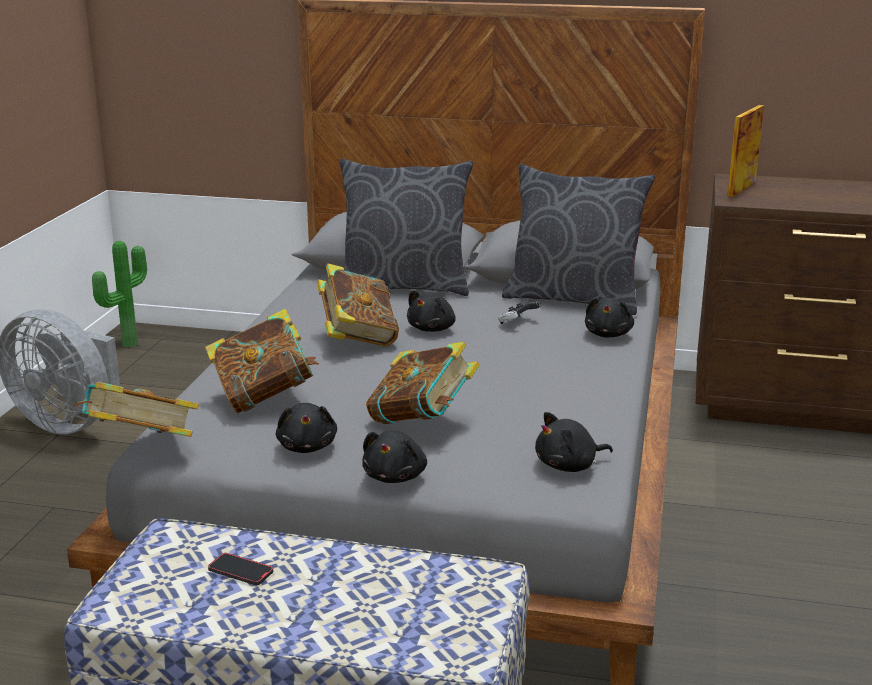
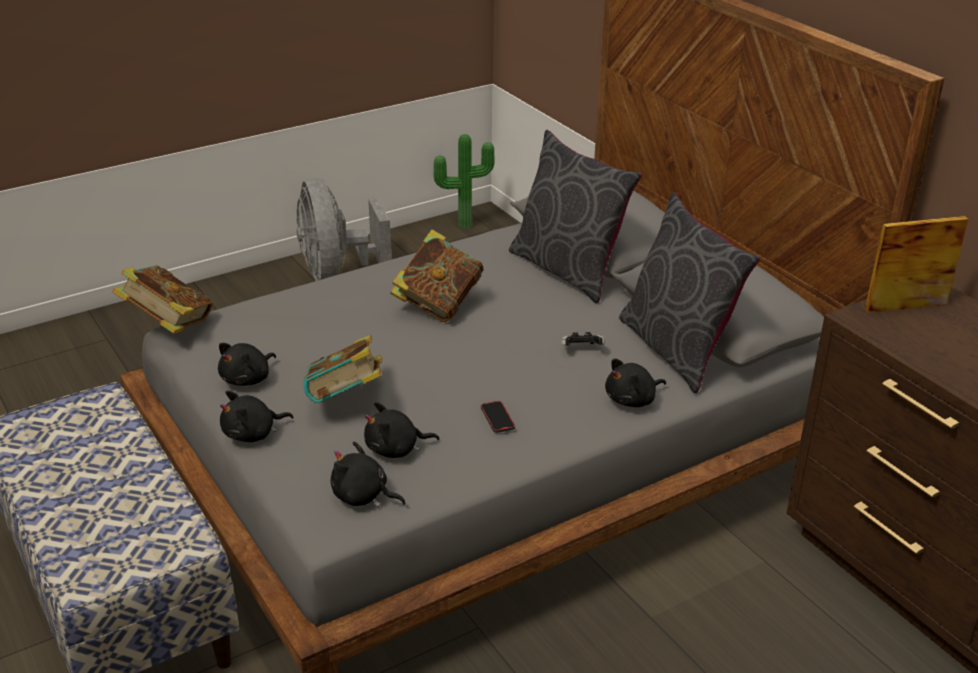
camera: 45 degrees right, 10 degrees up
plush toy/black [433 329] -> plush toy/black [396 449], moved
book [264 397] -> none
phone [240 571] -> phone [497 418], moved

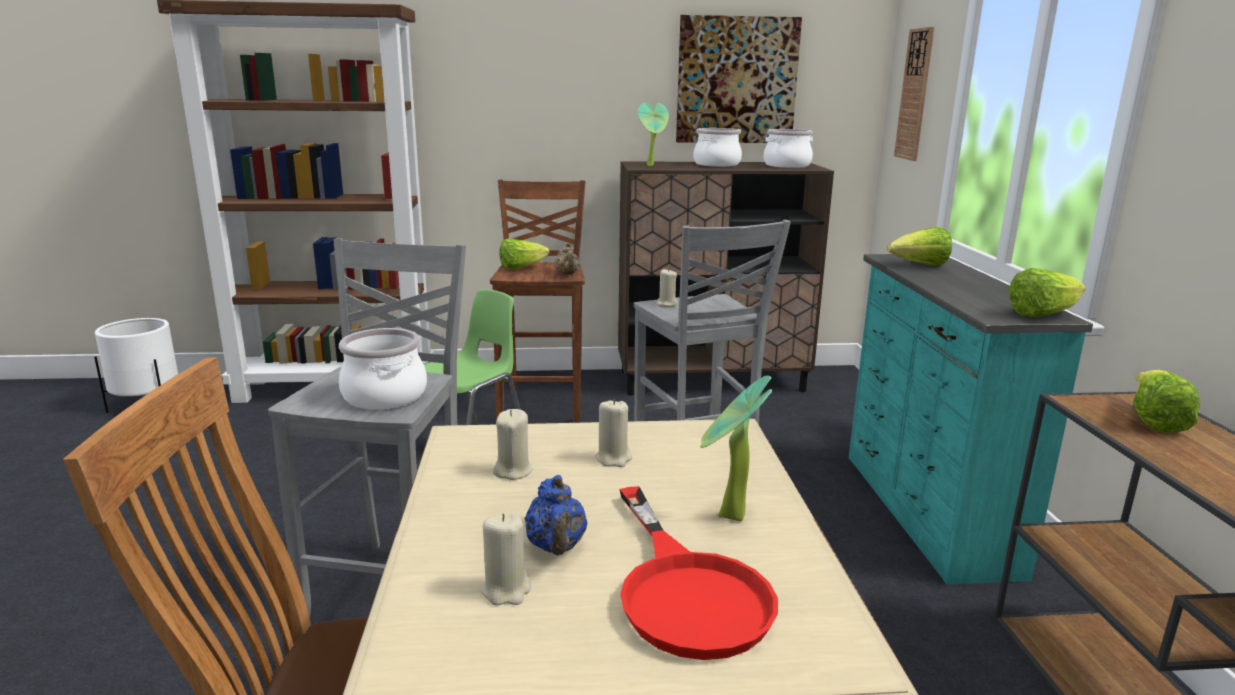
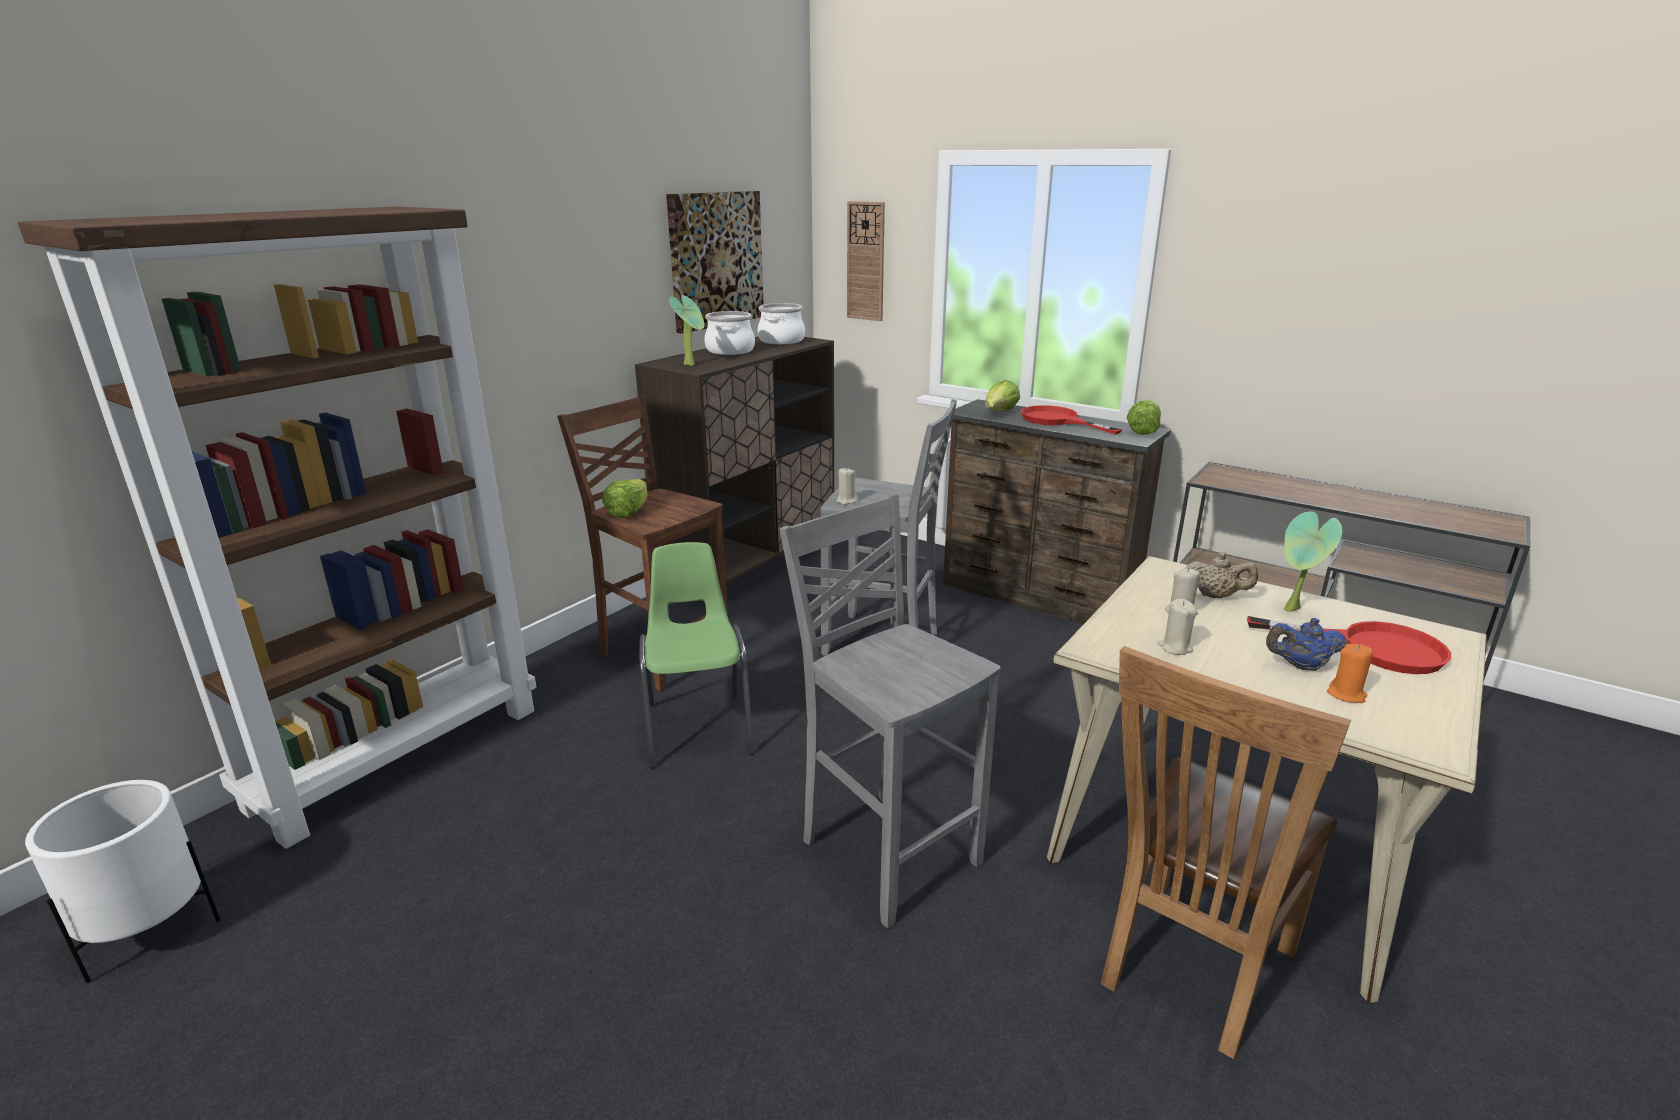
camera: 50 degrees left, 5 degrees up
teapot/beige [567 274] -> teapot/beige [1216 596], moved
dresser/turquoise [924 512] -> dresser/brown [1037 598]
cooking pot [385 396] -> none
lettuce [1153 421] -> none
teapot/blue [556 548] -> teapot/blue [1301 666], 150 degrees clockwise
candle/beige [506 590] -> candle/orange [1346 695]
none -> frying pan/red [1057 420]

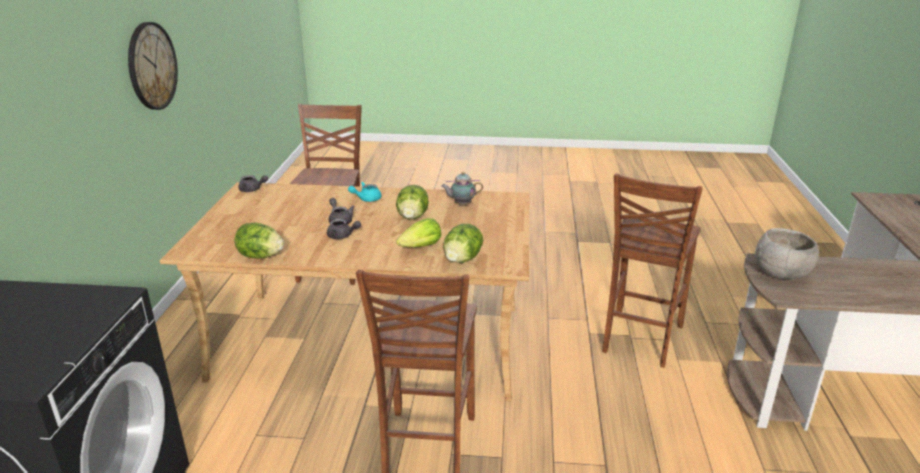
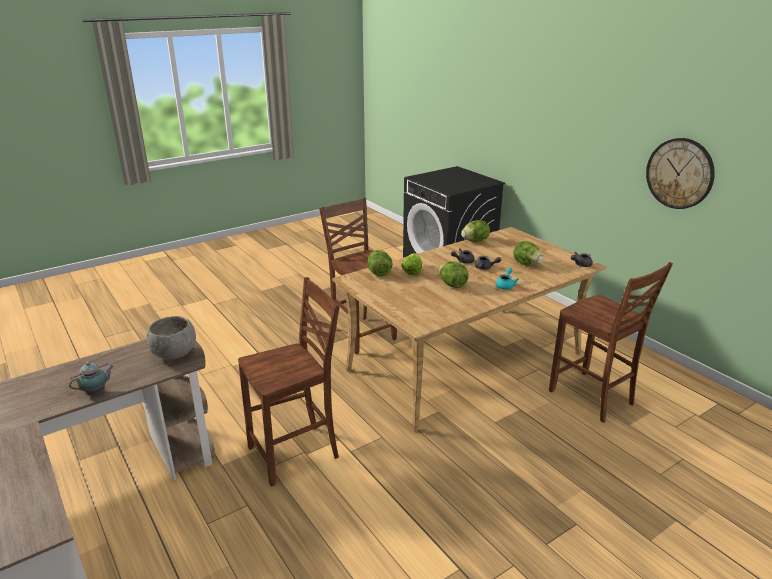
camera: 140 degrees right, 0 degrees up
teapot [461 205] -> teapot [97 393], moved
chair/brown [639 339] -> chair/brown [296 453], 75 degrees clockwise
none -> lettuce [527 264]

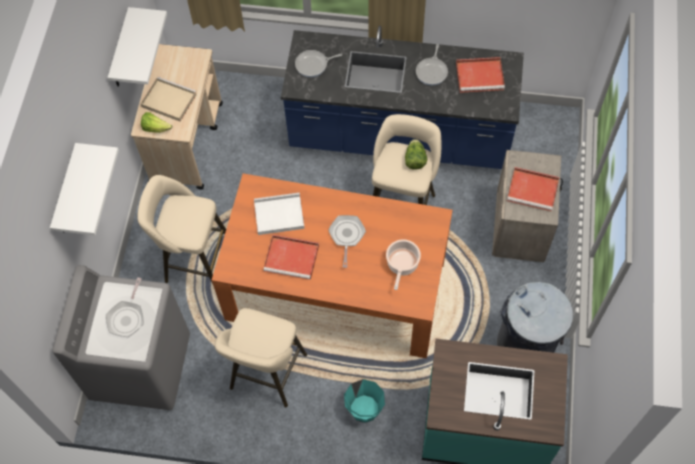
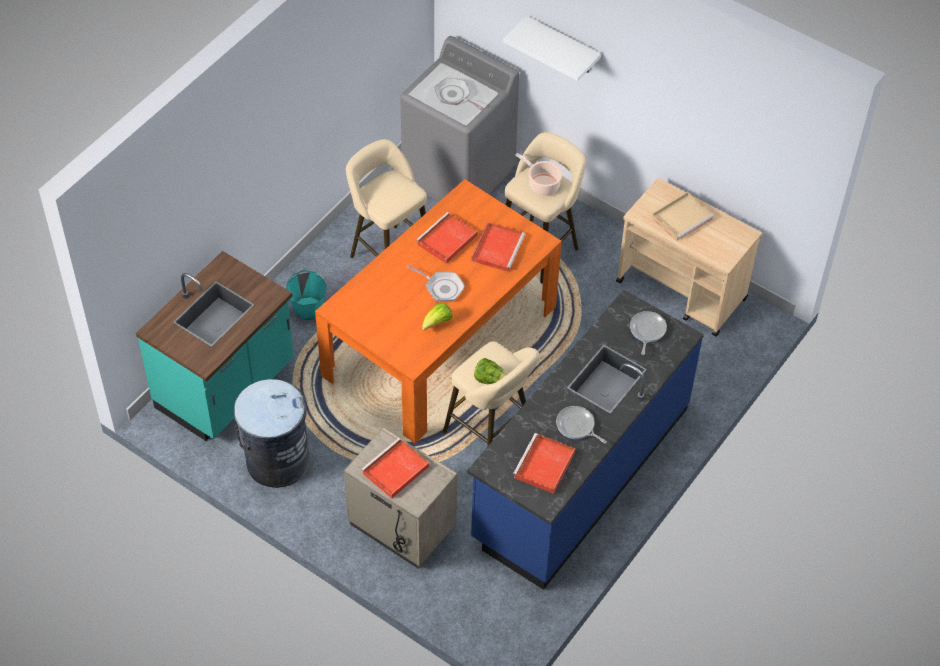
camera: 115 degrees right, 10 degrees down
shelf/white [121 51] -> none
lettuce [156 128] -> lettuce [437 323], moved
tray/white [278 215] -> tray/red [497 247]
cooking pot [402 265] -> cooking pot [542 184], moved

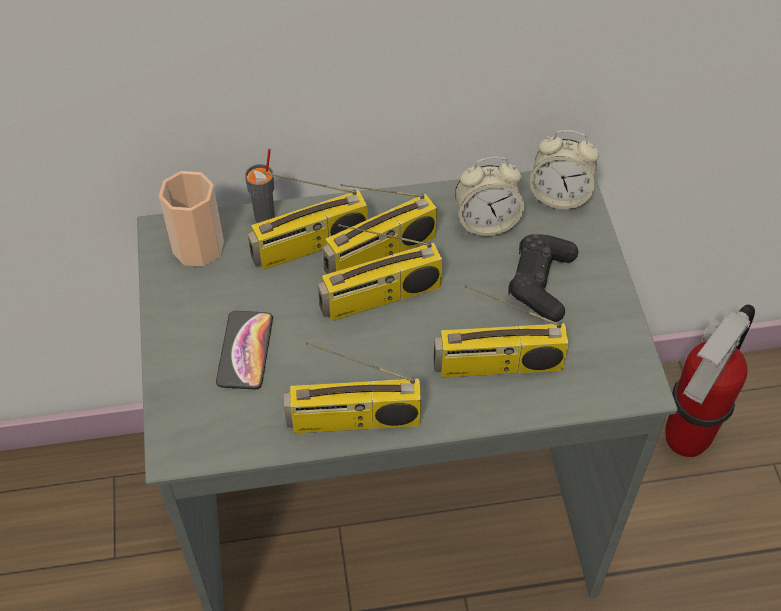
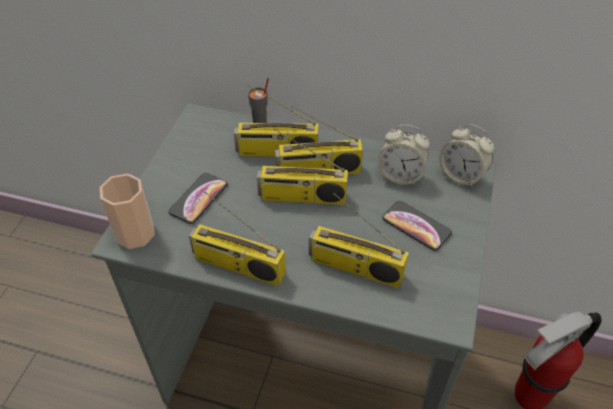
camera: 25 degrees right, 5 degrees down
cup [198 247] -> cup [135 233], moved
game controller/black [541 283] -> phone [416 226]

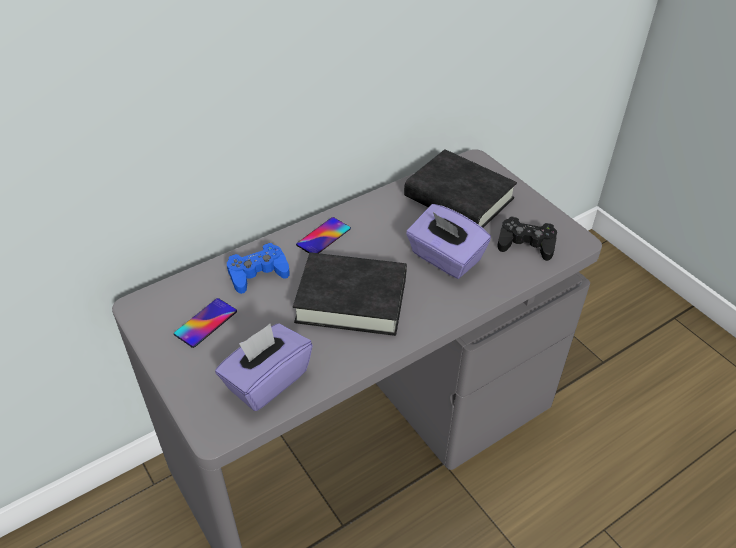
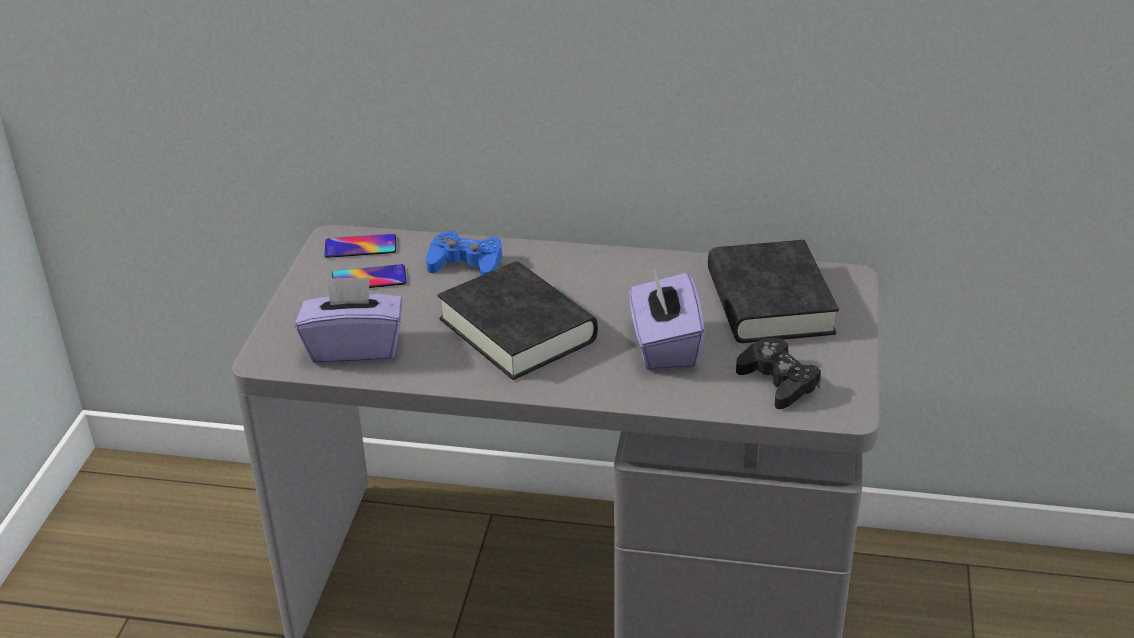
camera: 45 degrees right, 10 degrees down
phone [323 237] -> phone [360 247], moved

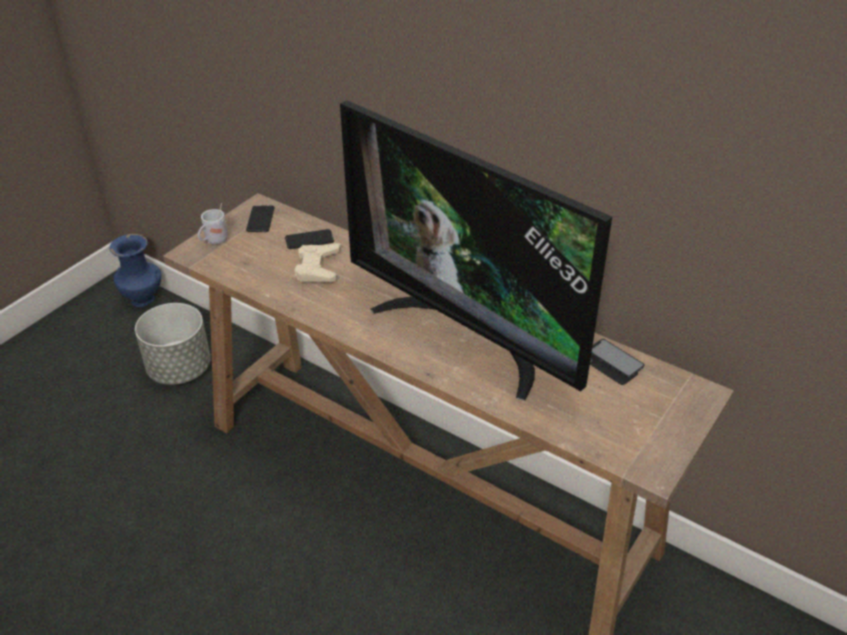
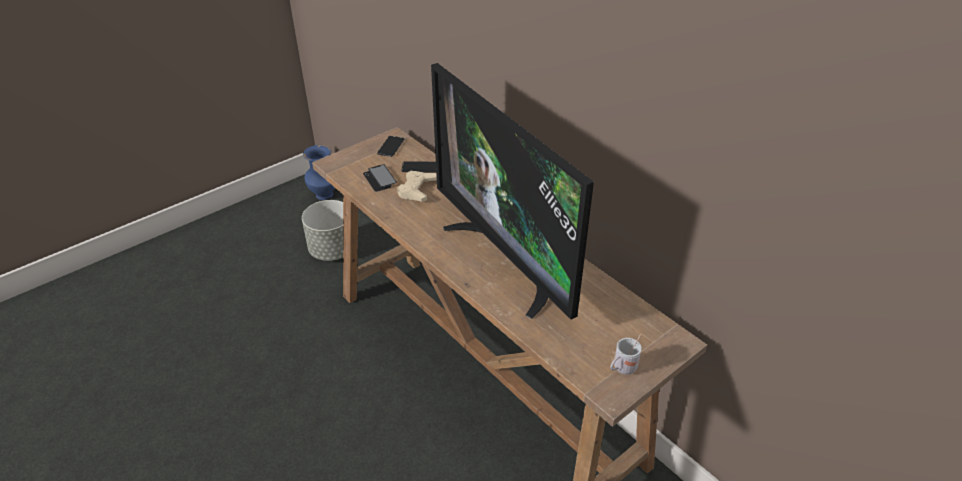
camera: 15 degrees right, 0 degrees up
mug/white [214 241] -> mug/white [622 369], moved
phone [612 363] -> phone [379 179], moved

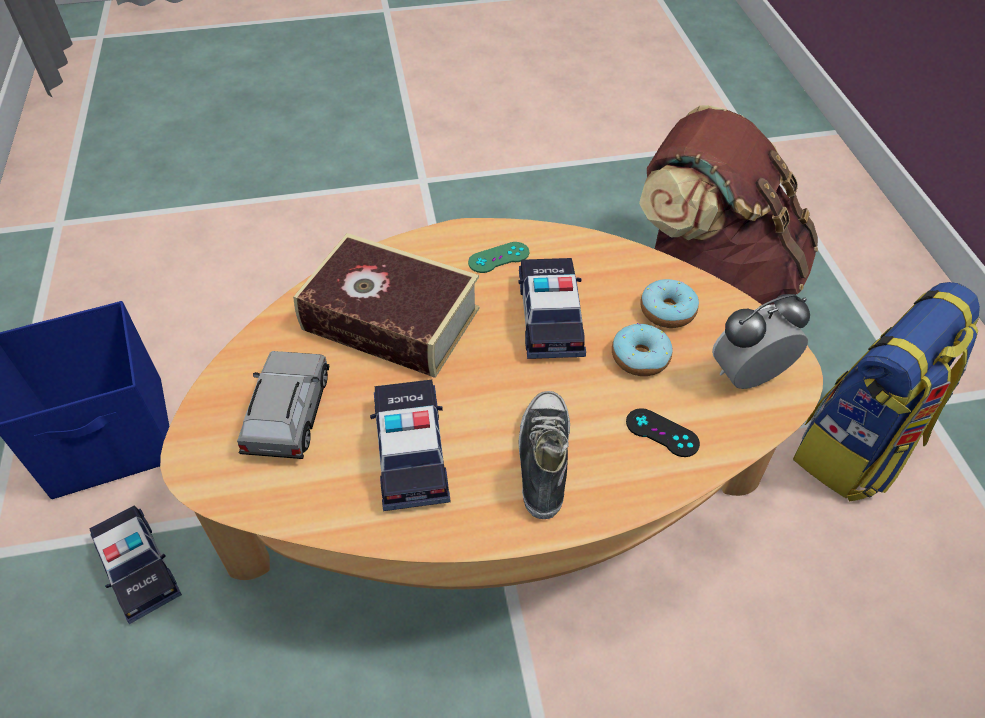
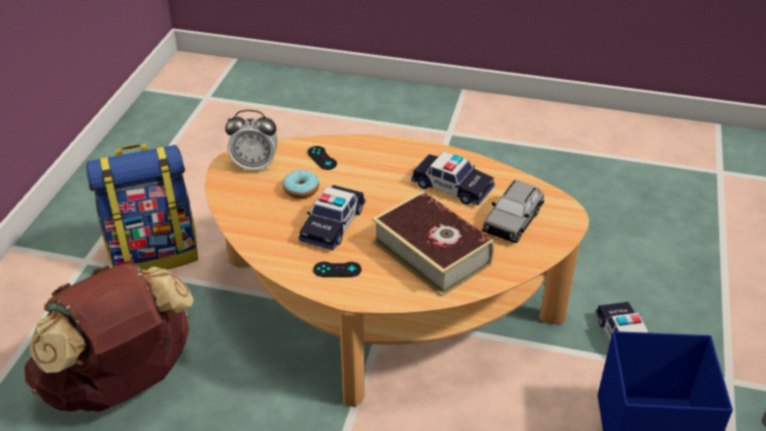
camera: 155 degrees left, 10 degrees down
game controller/green [498 258] -> game controller/black [337 270]
donut [667 311] -> none
toy car [411 451] -> toy car [452 187], 75 degrees counterclockwise
shoe [543 459] -> none

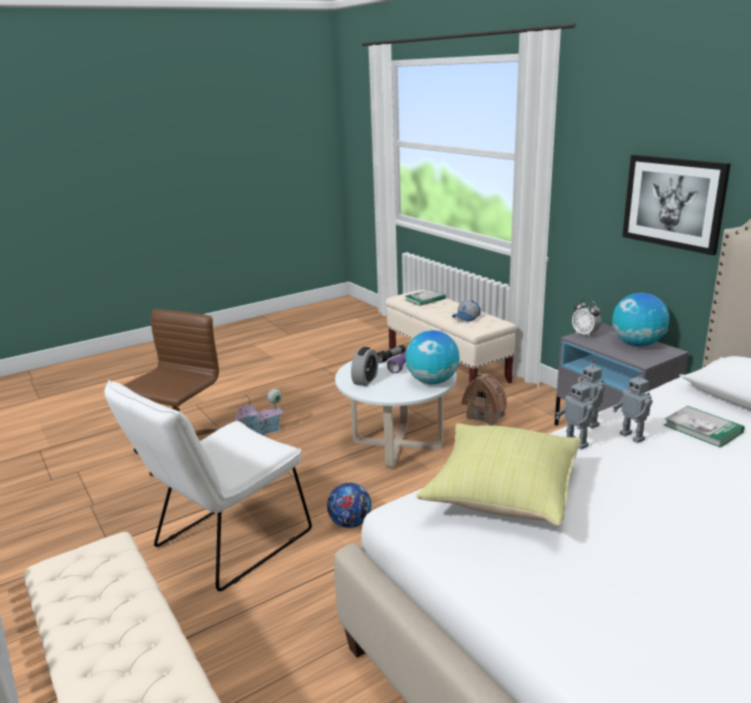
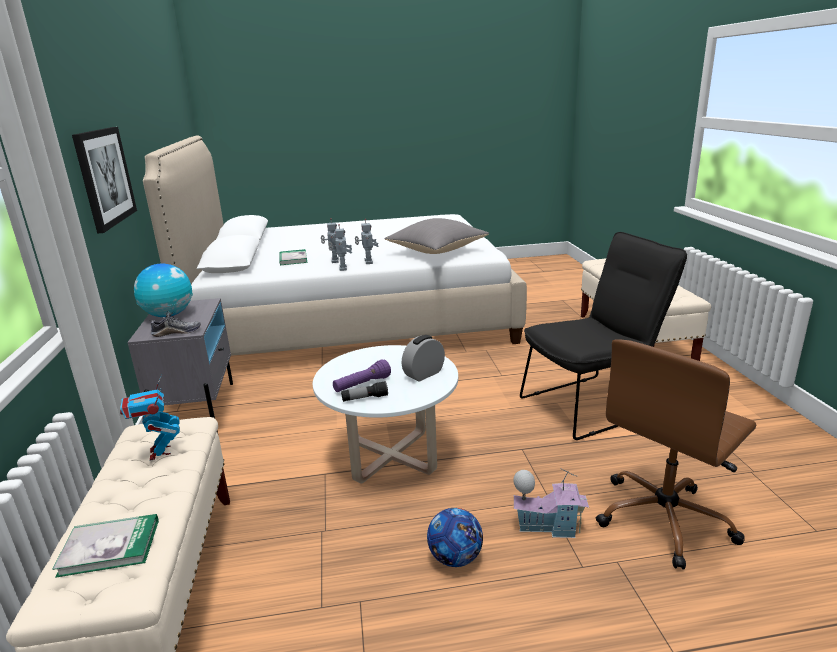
camera: 155 degrees left, 0 degrees up
alarm clock [585 334] -> shoe [177 332]
cap [466 317] -> toy robot [159 452]
globe [432 381] -> none
toy house [485 416] -> none
chair/white [225 544] -> chair/black [594 404]
pillow/yellow [502 493] -> pillow/grey [437 252]
football [350 523] -> football [455 558], moved

